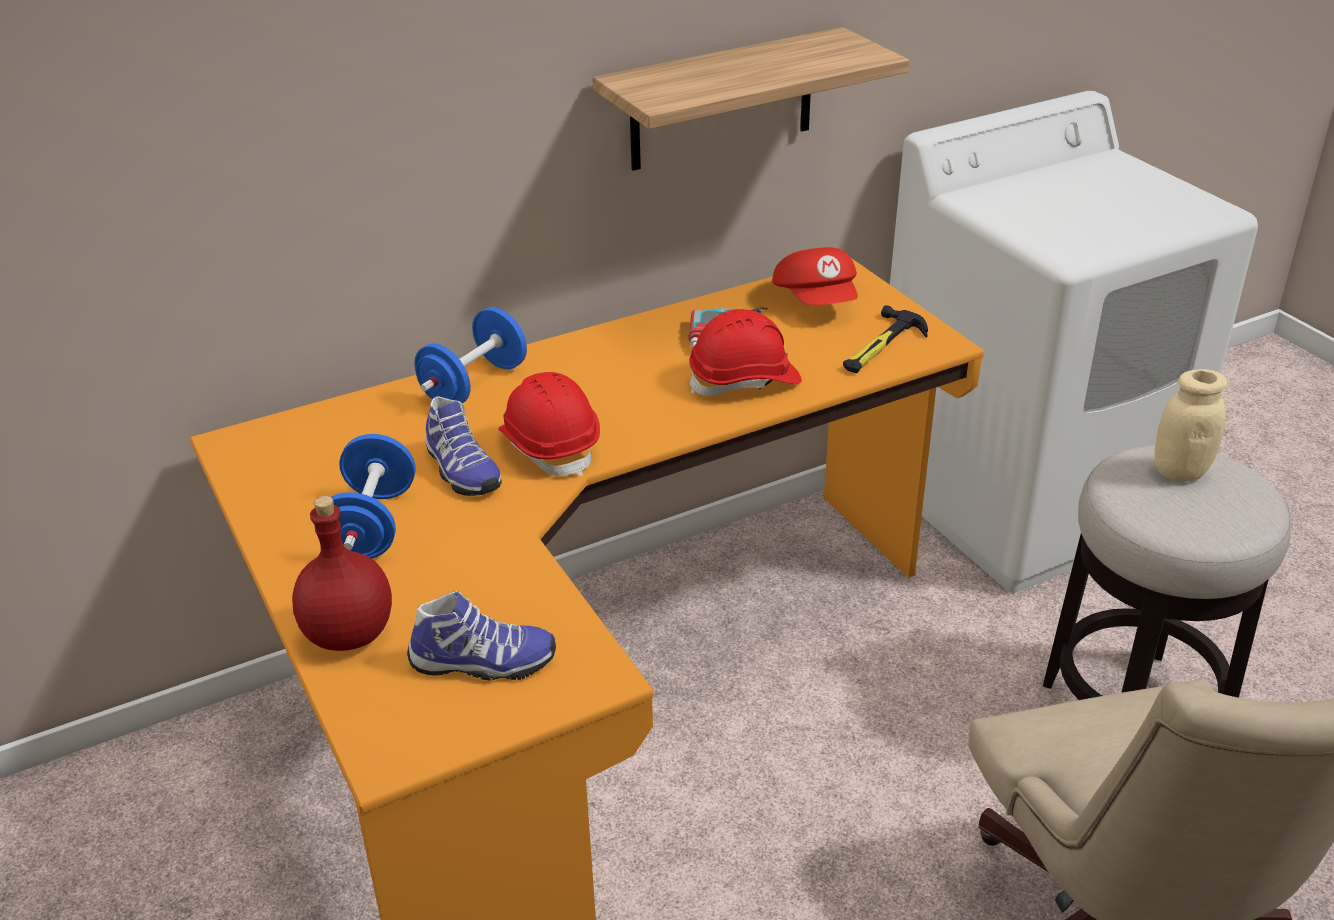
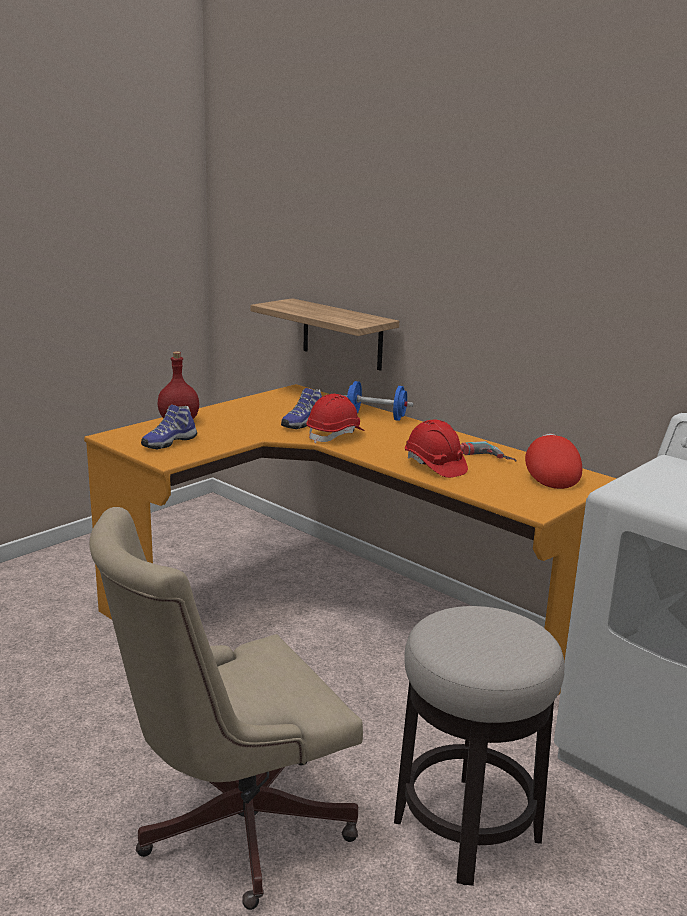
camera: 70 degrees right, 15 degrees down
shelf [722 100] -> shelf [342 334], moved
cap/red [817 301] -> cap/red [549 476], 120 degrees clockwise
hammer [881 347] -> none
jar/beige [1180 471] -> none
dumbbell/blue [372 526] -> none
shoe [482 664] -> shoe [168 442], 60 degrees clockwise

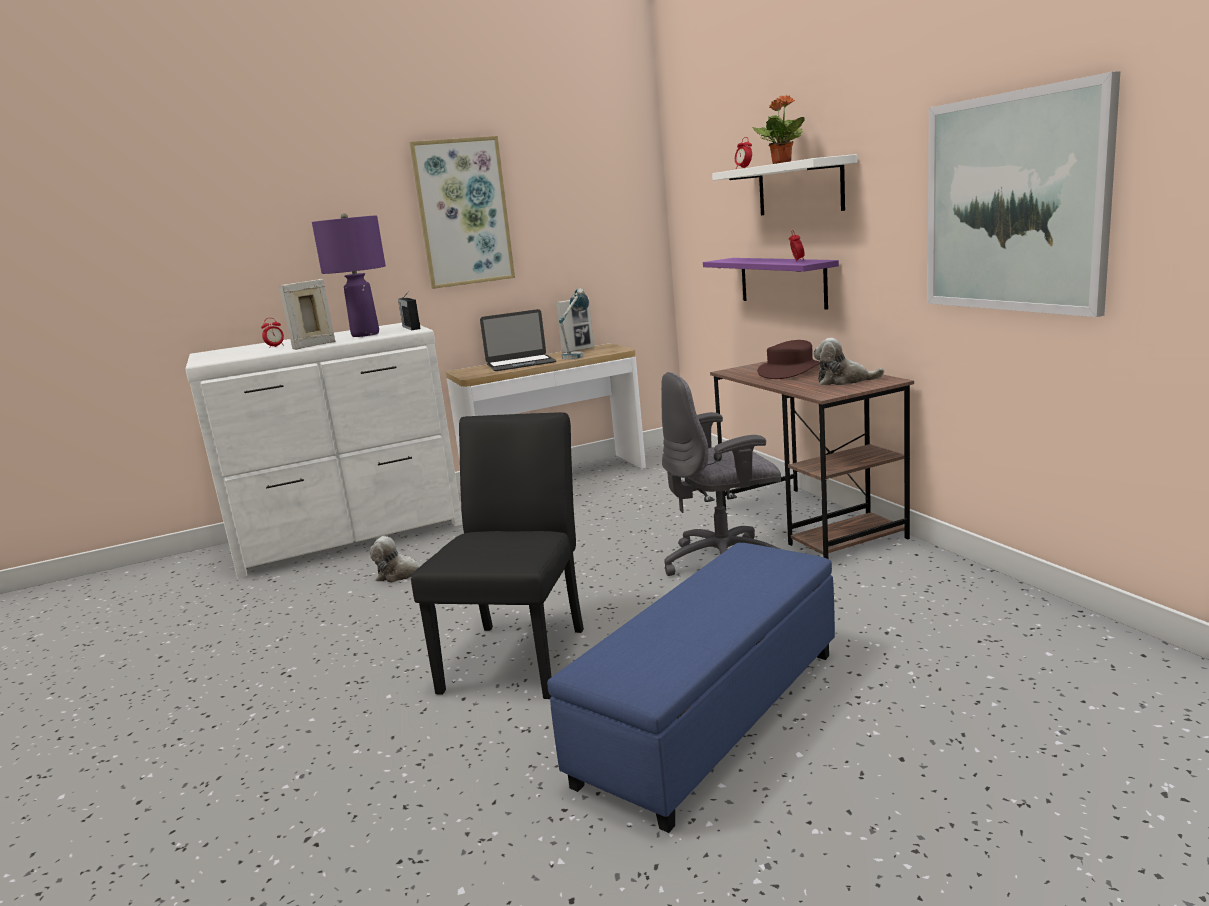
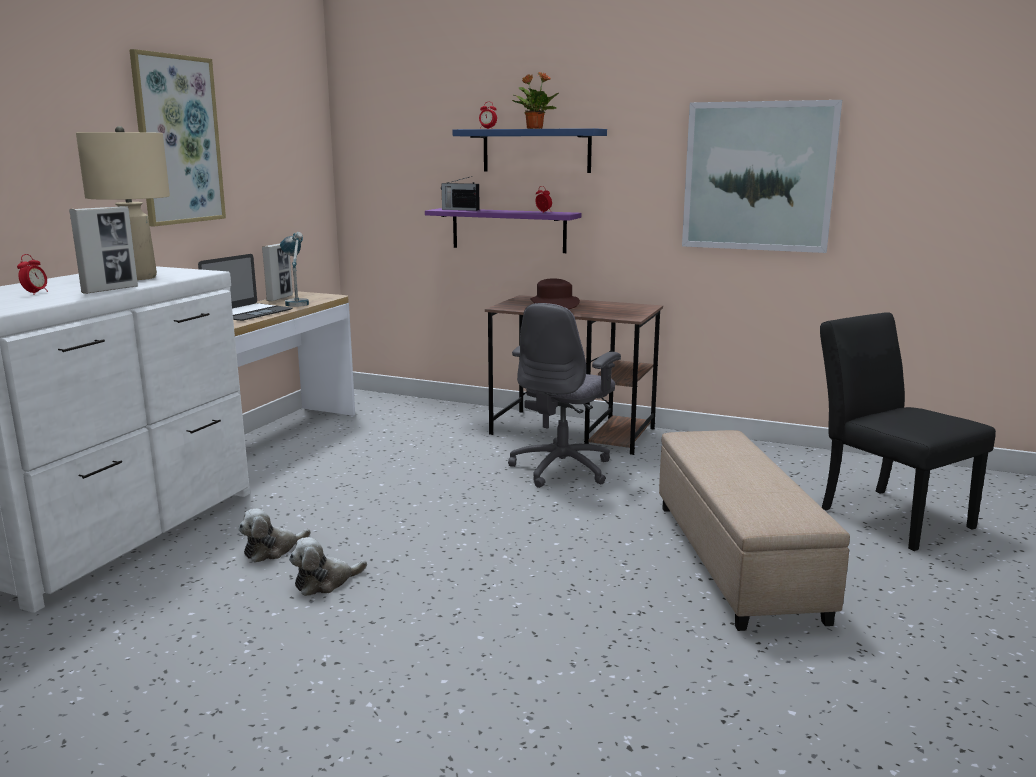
camera: 45 degrees left, 0 degrees up
shelf/white [799 188] -> shelf/blue [536 151]
table lamp/purple [366 334] -> table lamp/beige [139 277]
picture frame [314 345] -> picture frame [110 290], 150 degrees counterclockwise
radio [411 327] -> radio [460 209], moved
plush toy [843 381] -> plush toy [325 582], moved
chair/black [520 653] -> chair/black [886 514], moved
ottoman/blue [714 716] -> ottoman/beige [737 559]

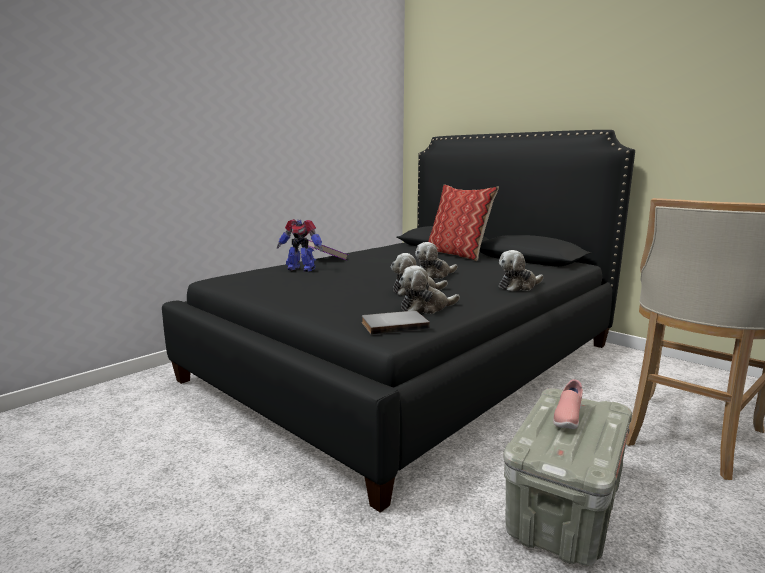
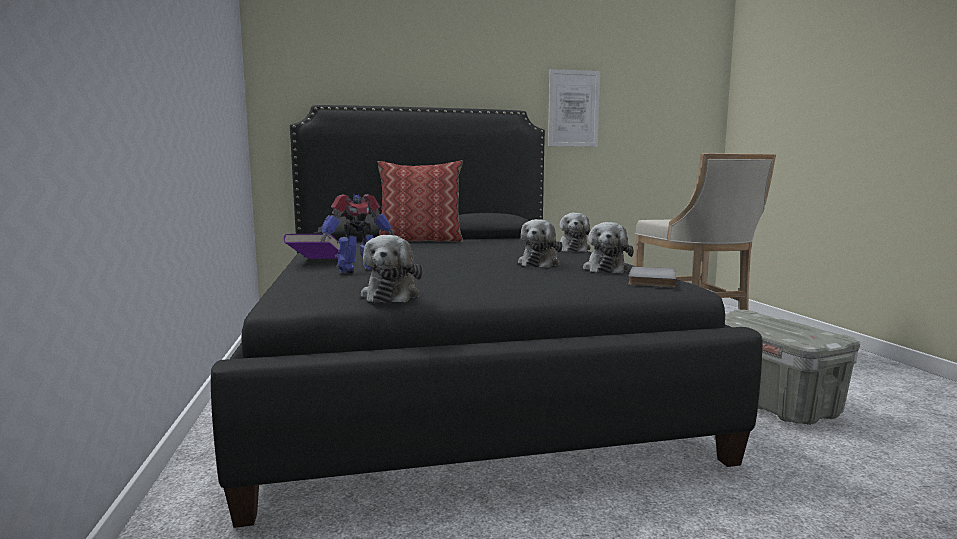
camera: 55 degrees left, 5 degrees down
plush toy [434 275] -> plush toy [391 295], moved
shoe/pink [567 418] -> none
none -> picture [573 108]

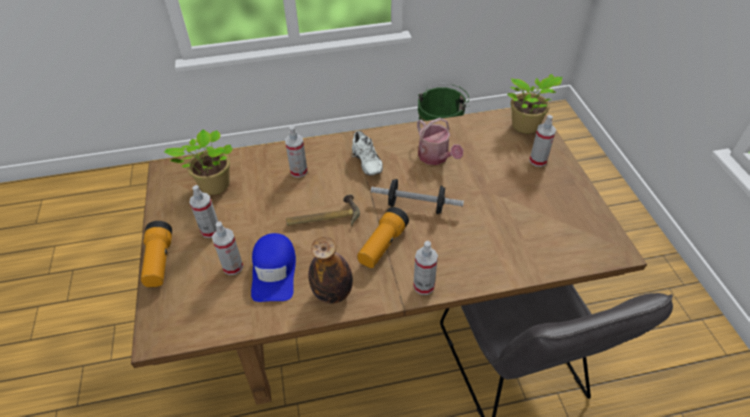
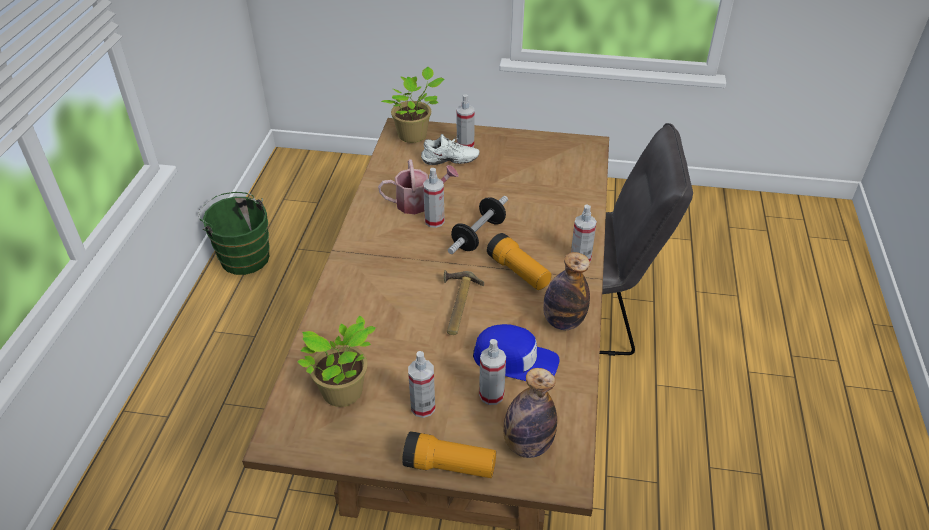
camera: 70 degrees left, 5 degrees down
spray bottle [299 171] -> spray bottle [434 221], moved
shoe/white [365 163] -> shoe/white [450 162], moved
none -> bottle [527 445]

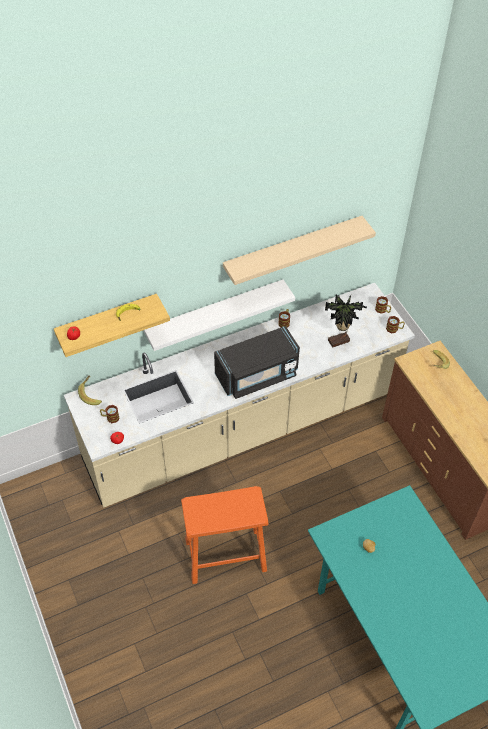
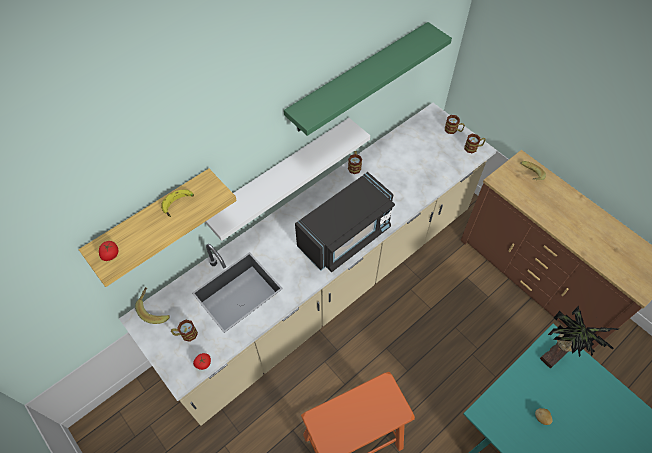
camera: 15 degrees left, 5 degrees up
shelf/beige [293 249] -> shelf/green [359 78]
potted plant [339 342] -> potted plant [555 357], moved

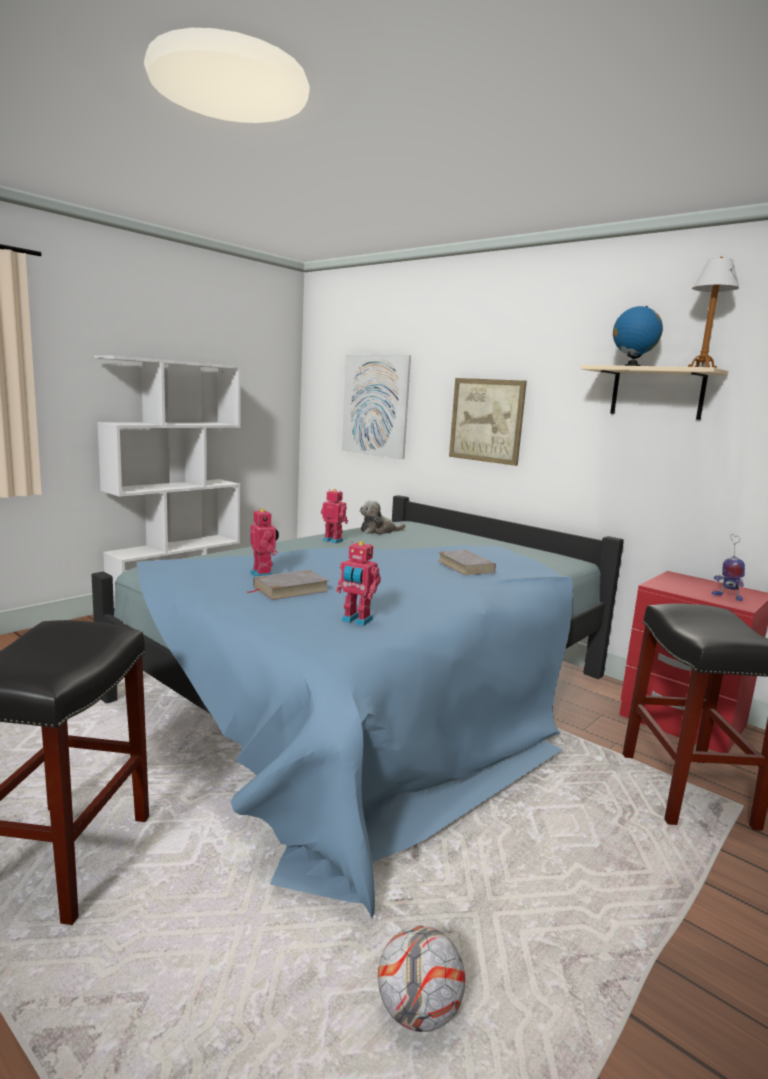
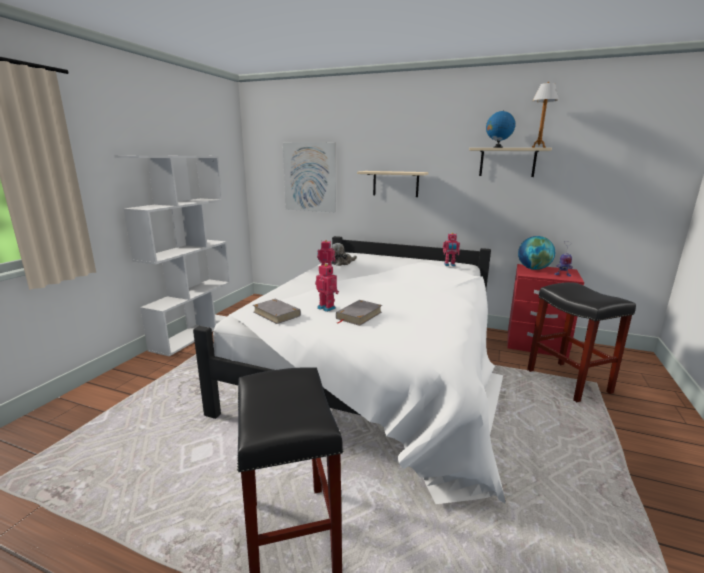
camera: 20 degrees left, 5 degrees up
picture [486 420] -> shelf/beige [395 183]
bed/blue [375 695] -> bed/white [378 368]
toy robot [356 621] -> toy robot [449 265], moved
book/grey [465 566] -> book/grey [276 314], moved
football [417 1011] -> none
none -> globe [533 269]

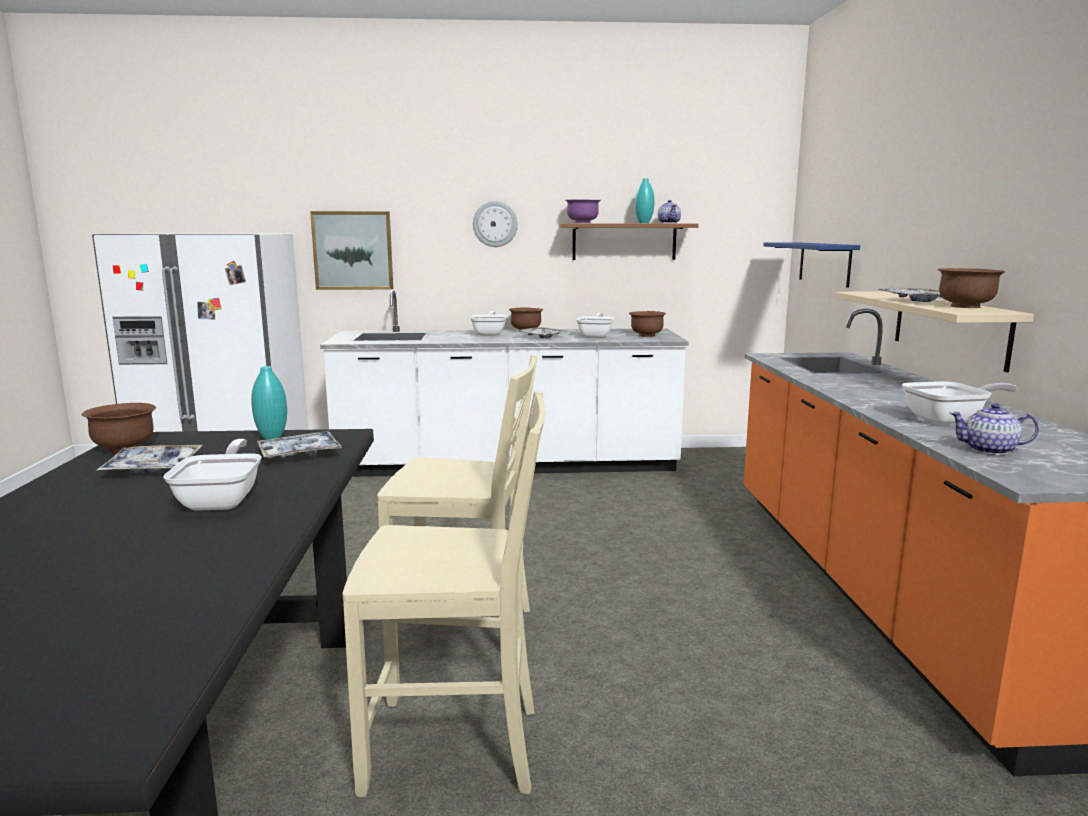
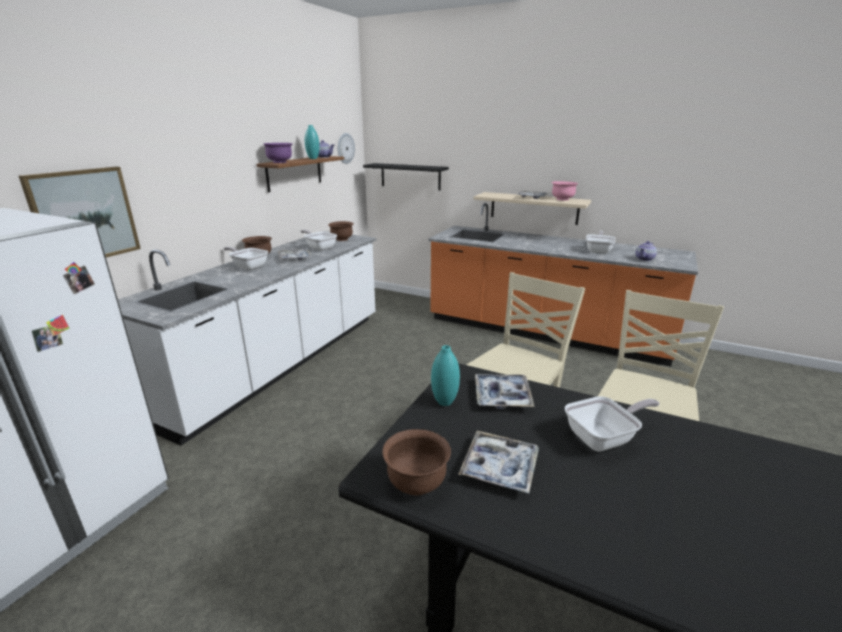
camera: 60 degrees left, 10 degrees up
wall clock [495 224] -> wall clock [345 148], moved
shelf/blue [824 263] -> shelf/black [410 176]
bowl/brown [966 307] -> bowl/pink [562 199]
frying pan [223 500] -> frying pan [604 438], 135 degrees clockwise

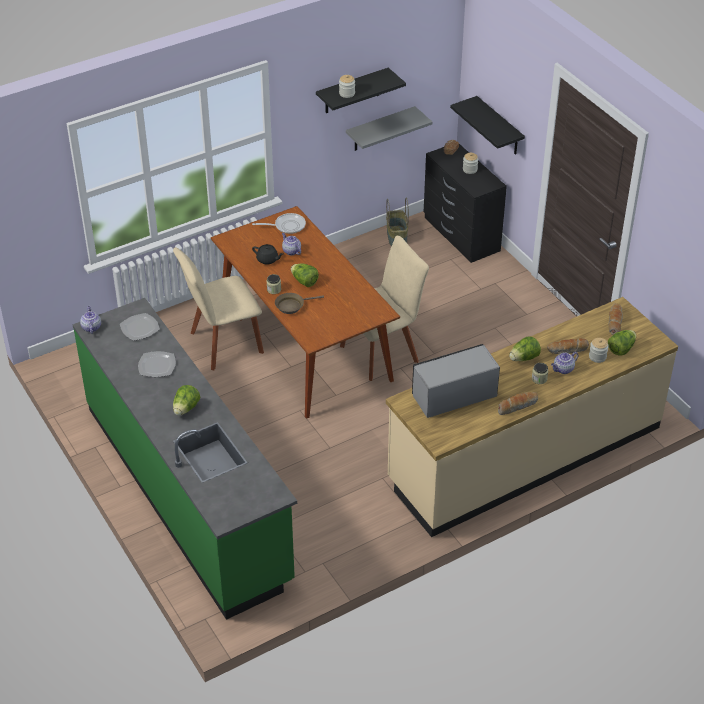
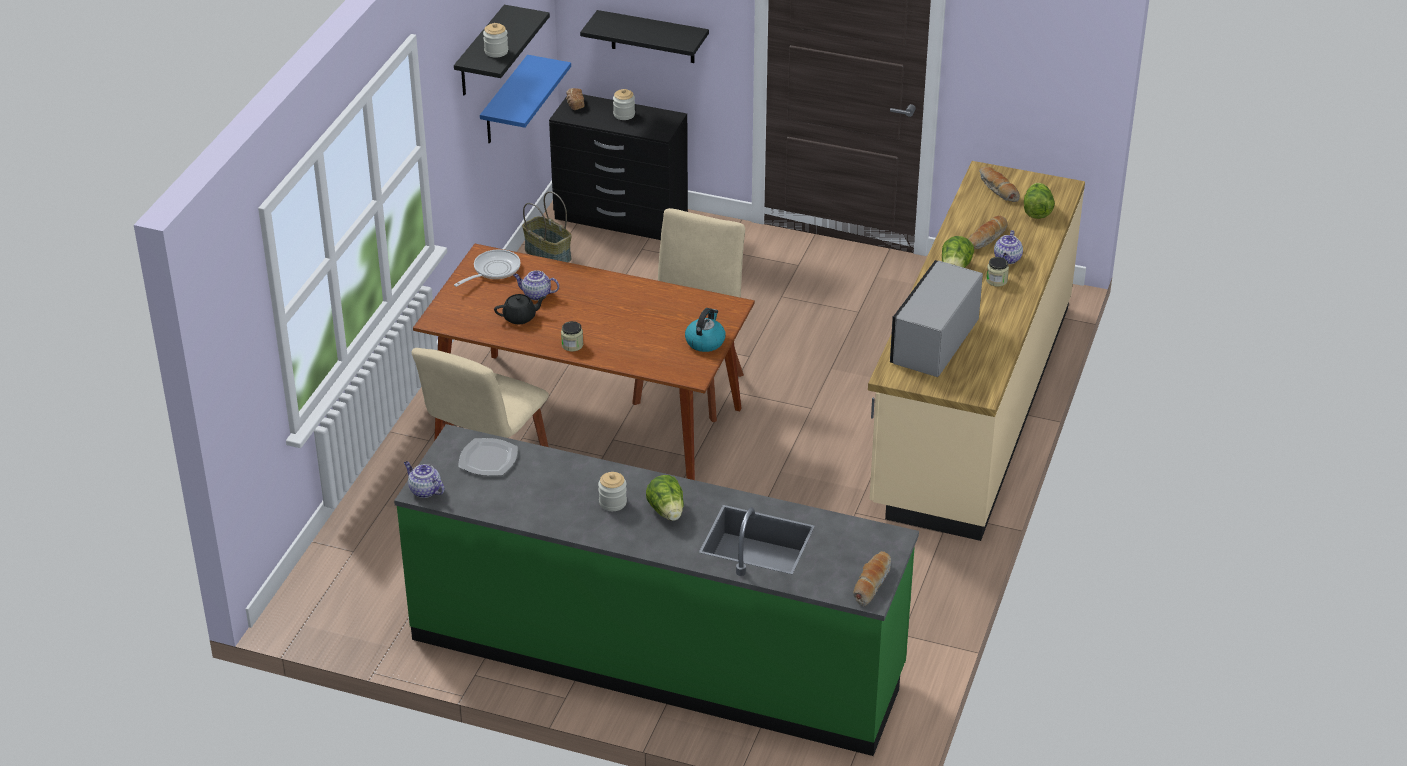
camera: 40 degrees left, 5 degrees down
shelf/grey [380 129] -> shelf/blue [504 102]
lettuce [304 281] -> none
frying pan/brown [292 306] -> none
jar [597 357] -> jar [612 502], moved
plate [157 366] -> none
bread [517 406] -> bread [871 583], moved
none -> kettle [705 341]

